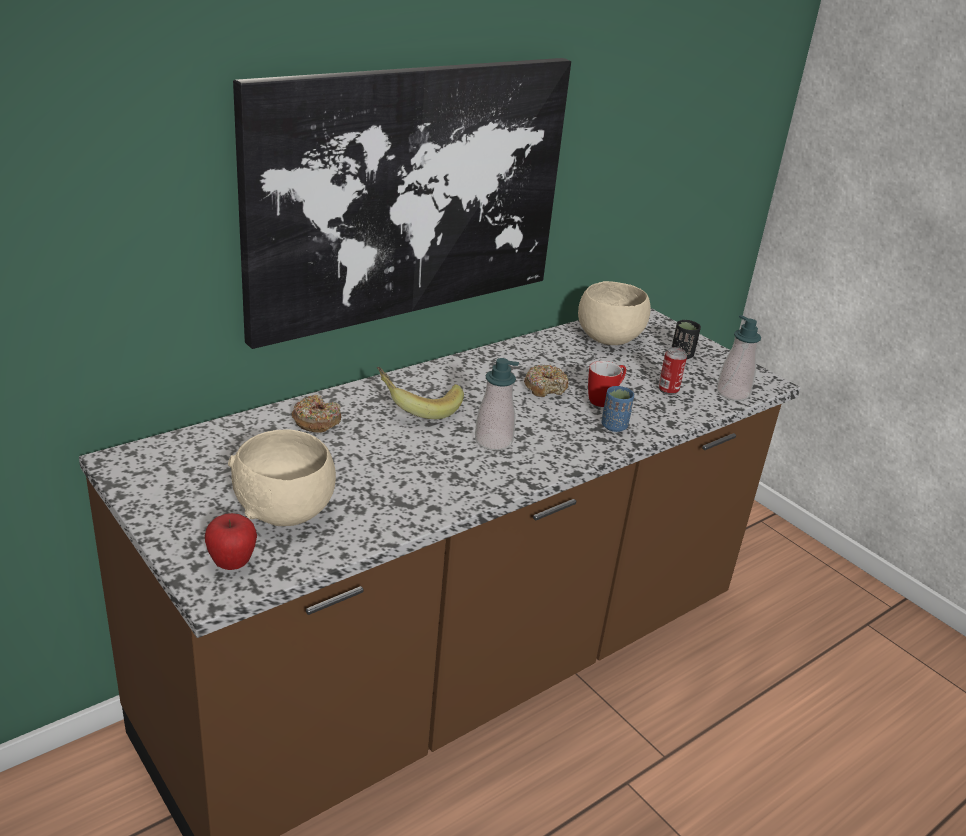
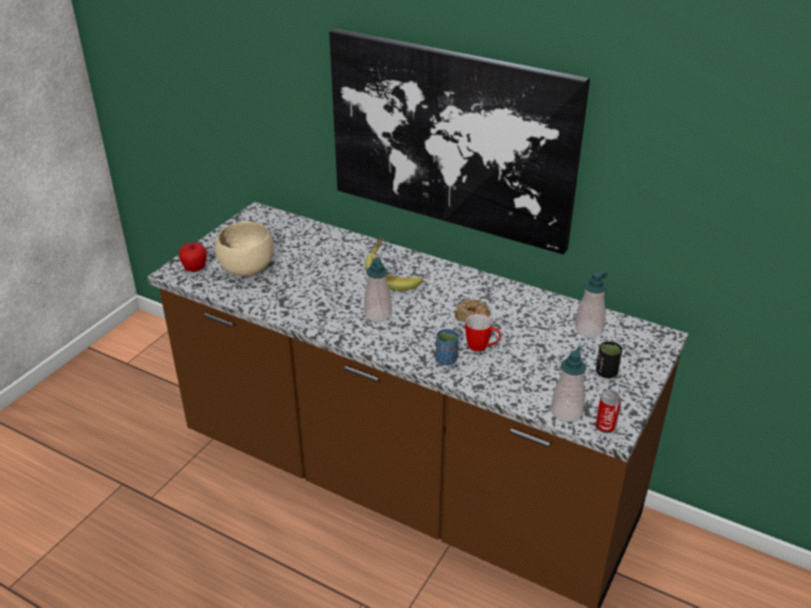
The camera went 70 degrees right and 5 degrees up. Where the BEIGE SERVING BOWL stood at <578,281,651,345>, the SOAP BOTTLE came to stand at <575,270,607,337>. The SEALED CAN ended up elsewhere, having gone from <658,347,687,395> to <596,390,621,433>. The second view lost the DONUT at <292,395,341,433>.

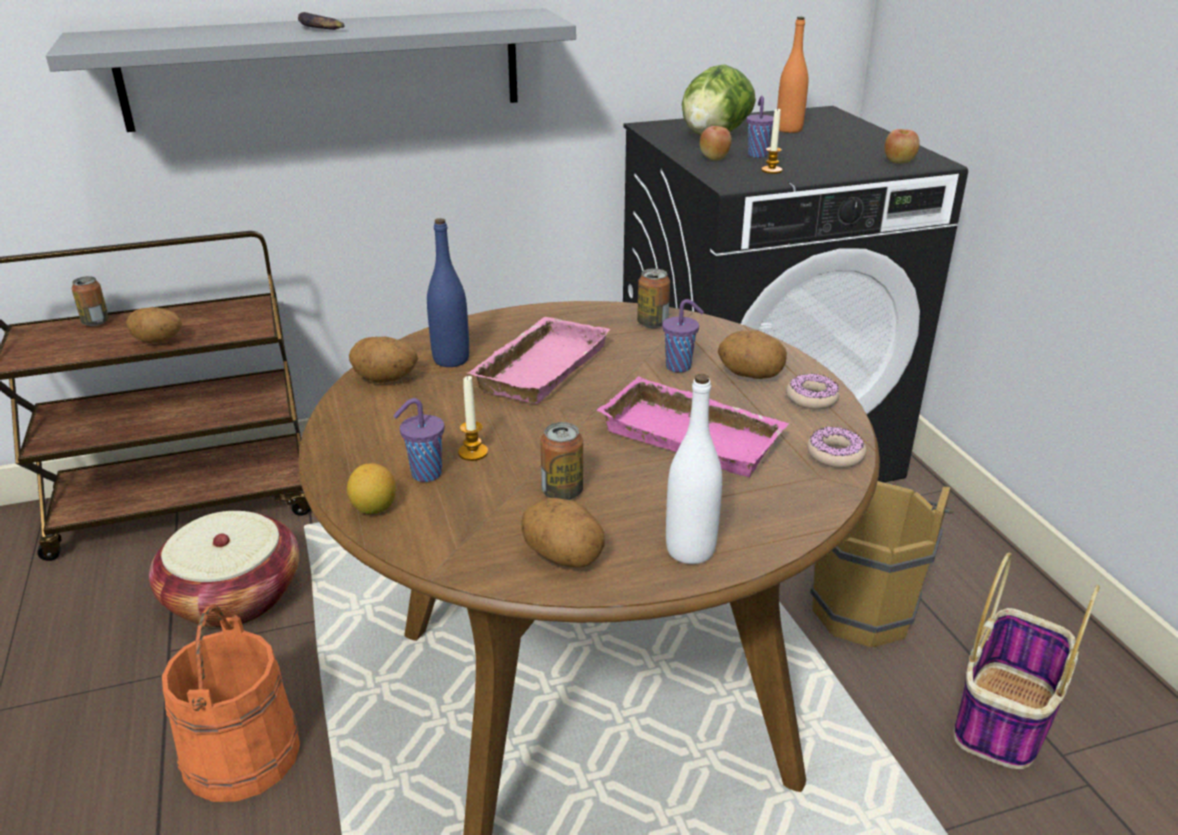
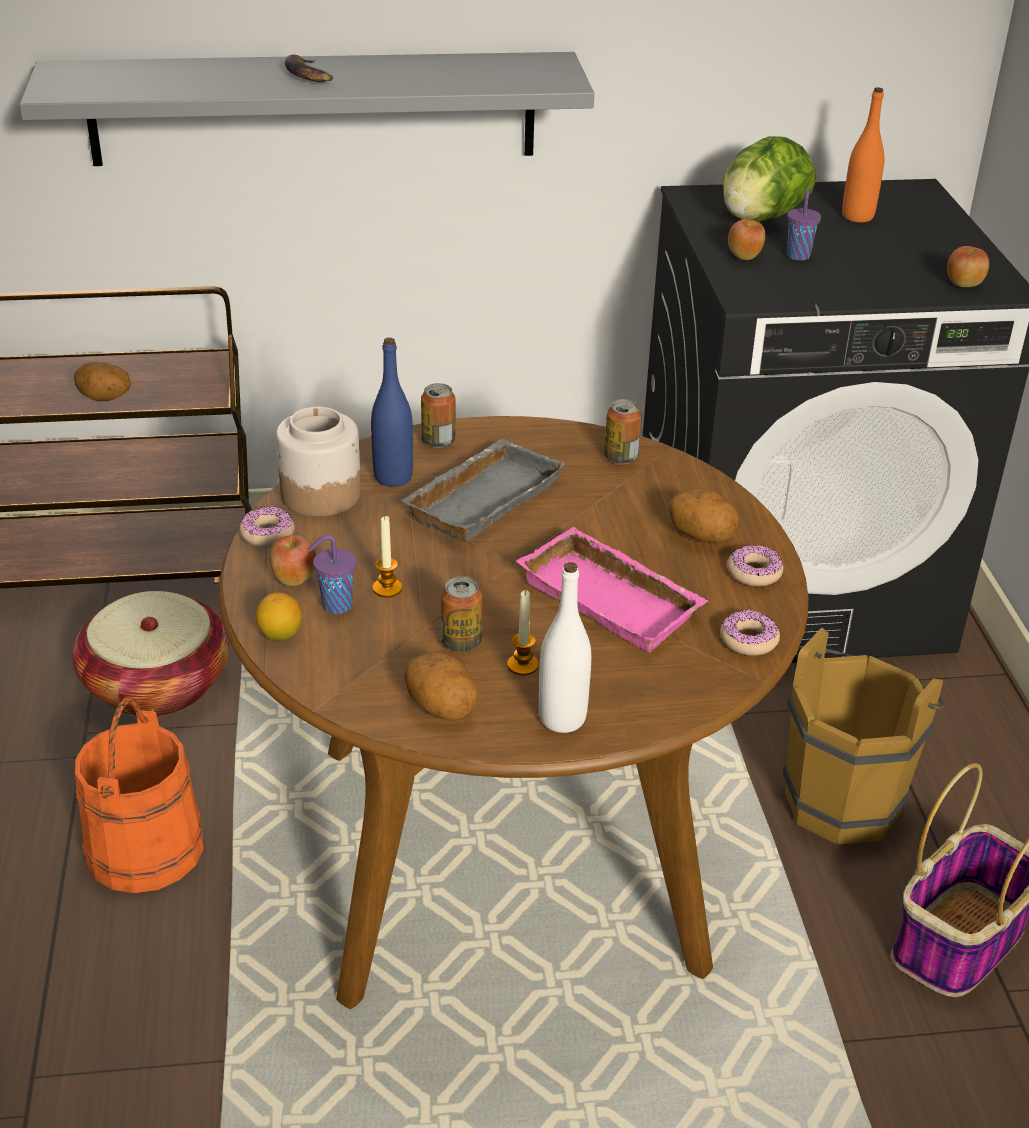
The camera went 10 degrees right and 5 degrees up. The second view gained the DONUT at <239,506,295,547>. The second view gained the WHOLE APPLE at <270,535,316,586>. Where the SPUD stood at <349,337,418,383>, the PRESERVE JAR came to stand at <276,407,361,517>. What was the PINKISH SERVING TRAY at <467,317,611,404> turned into the GREY SERVING TRAY at <400,439,566,542>. The SEALED CAN ended up elsewhere, having gone from <72,276,109,326> to <421,383,455,448>. The CANDLE ended up elsewhere, having gone from <761,109,782,174> to <507,590,539,675>. The second view lost the PURPLISH CUP at <662,299,704,372>.

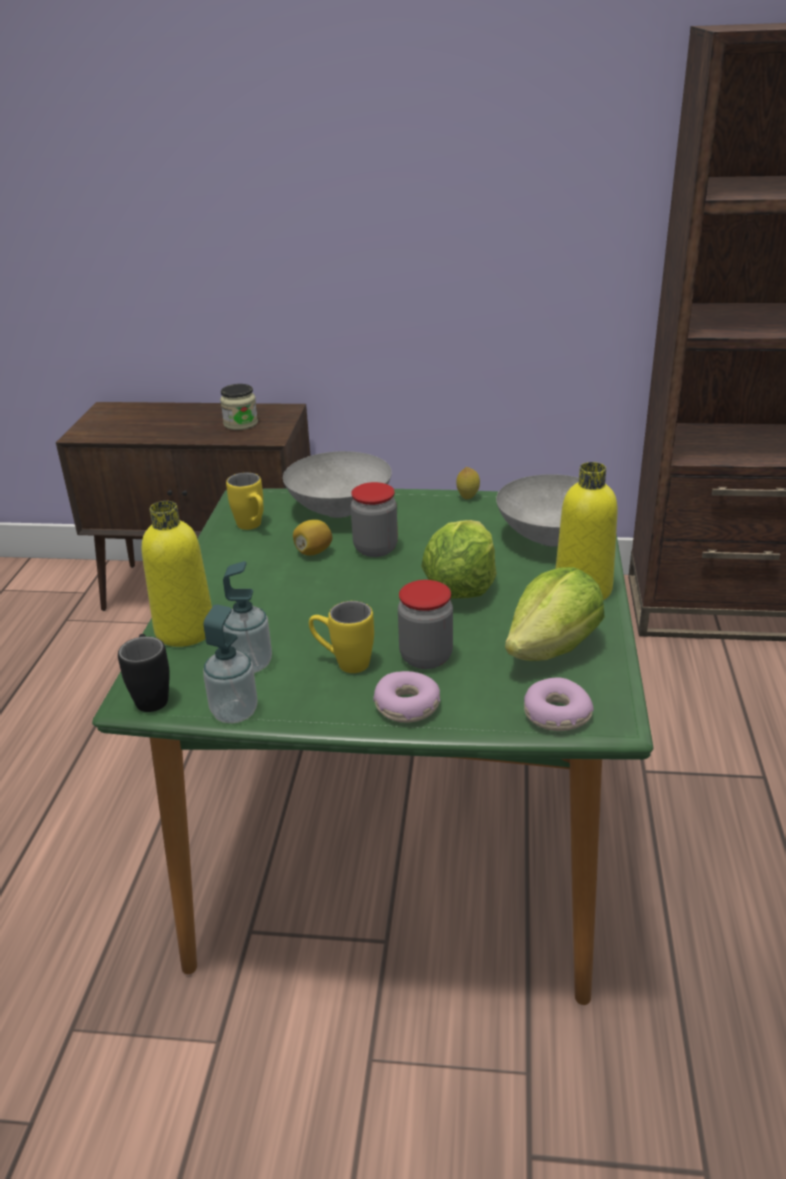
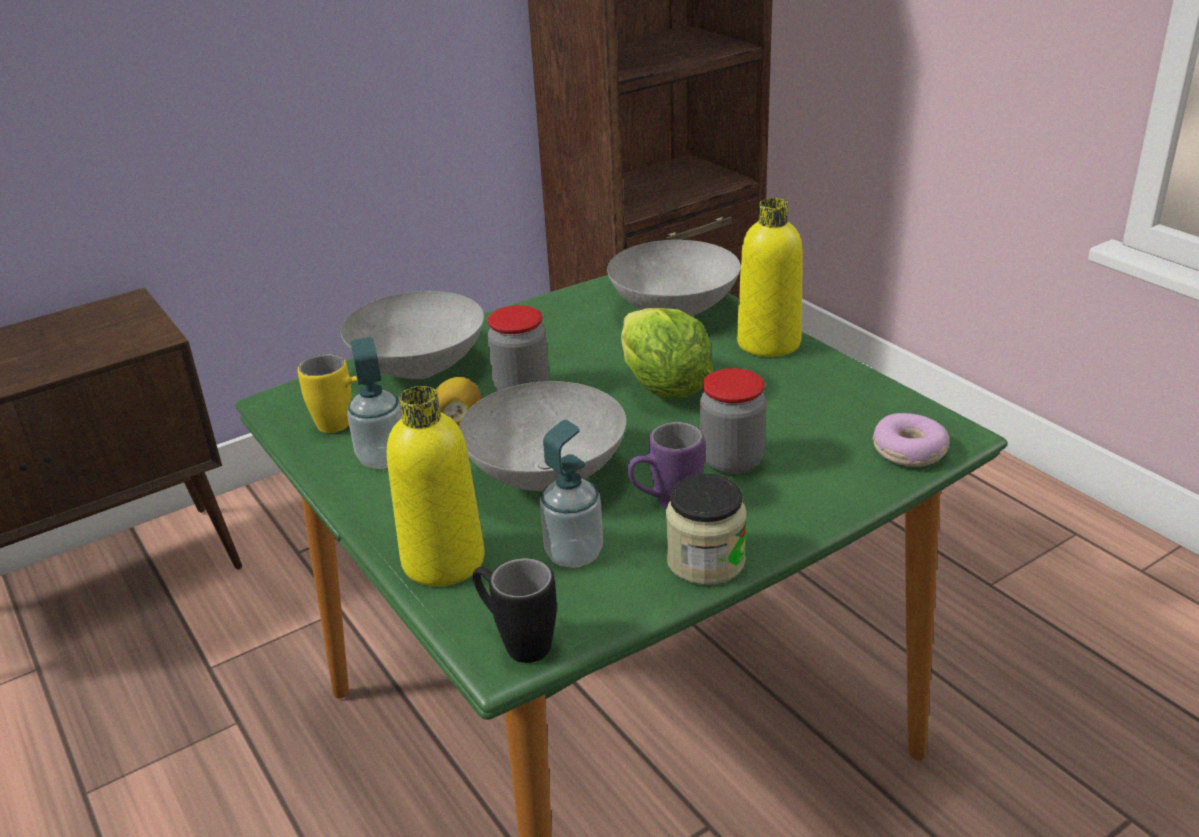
The camera went 40 degrees left and 0 degrees up. The SOAP BOTTLE ended up elsewhere, having gone from <203,604,258,724> to <347,337,402,469>. The second view gained the GREY SERVING BOWL at <459,381,626,491>. What was the YELLOW-COLOURED COFFEE MUG at <309,601,374,673> turned into the PURPLISH COFFEE MUG at <627,422,705,509>. The PRESERVE JAR ended up elsewhere, having gone from <220,384,258,430> to <666,474,747,585>. The second view lost the DONUT at <373,671,440,723>. The second view lost the WHOLE LEMON at <456,467,480,499>. The second view lost the LETTUCE HEAD at <505,567,605,661>.

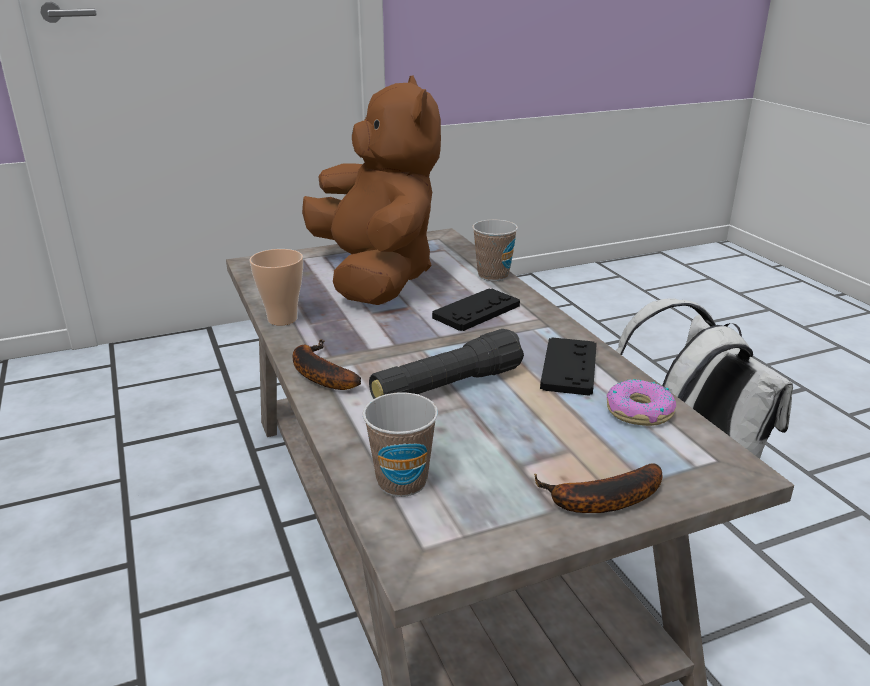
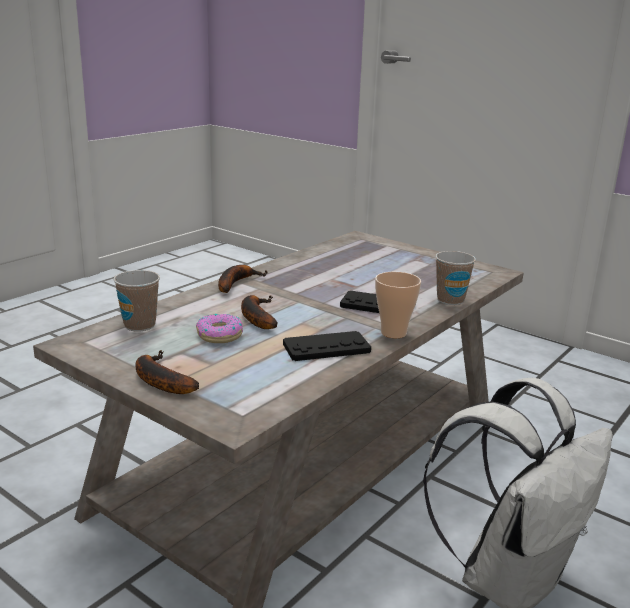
The camera went 60 degrees right and 5 degrees down. The DONUT ended up elsewhere, having gone from <607,379,676,426> to <196,314,243,343>. Where the BLACK HAND TORCH stood at <369,329,524,399>, the WHOLE BANANA came to stand at <241,295,278,329>. The CUP ended up elsewhere, having gone from <249,249,303,325> to <375,272,421,338>. The second view lost the BROWNISH SOFT TOY at <302,76,441,305>.

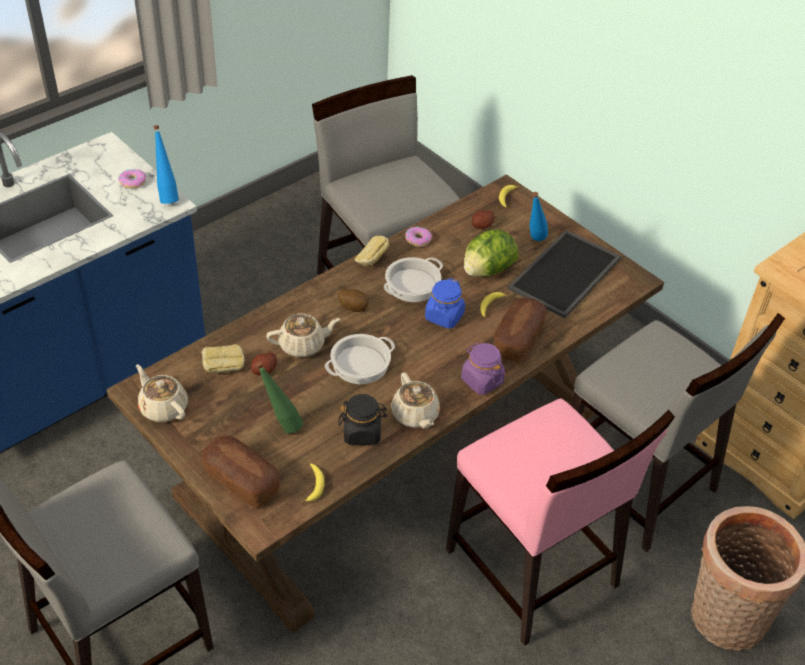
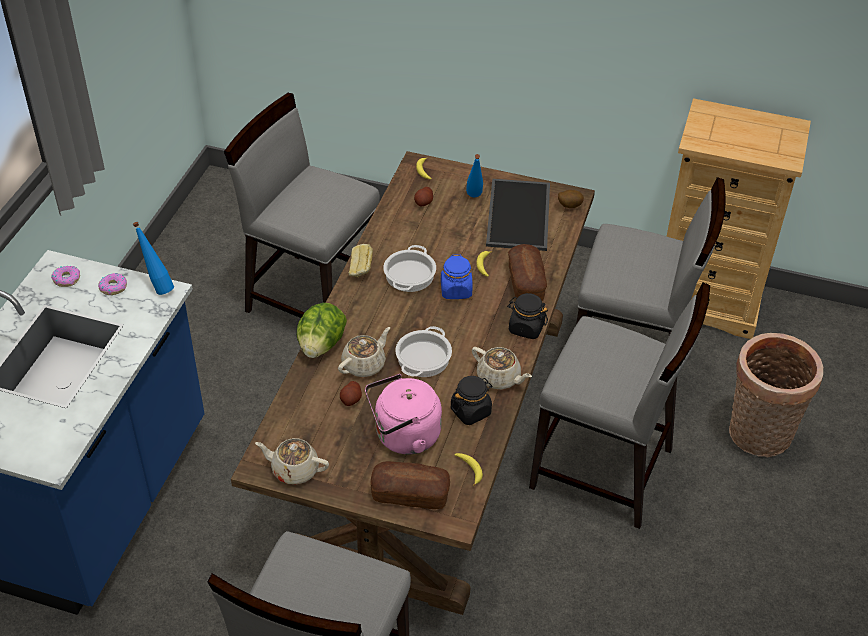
The camera went 30 degrees left and 0 degrees up. The DONUT ended up elsewhere, having gone from <405,226,432,247> to <51,266,80,287>. The LETTUCE HEAD ended up elsewhere, having gone from <464,229,519,277> to <296,303,347,358>. Where the GREENISH BOTTLE stood at <256,362,303,434>, the PINKISH WATER KETTLE came to stand at <365,374,442,454>. What was the PURPLISH PRESERVE JAR at <461,343,505,395> turned into the BLACK PRESERVE JAR at <507,293,548,339>. What was the PINKISH CHAIR at <446,398,675,646> turned into the GREY CHAIR at <529,282,710,529>. The SPUD ended up elsewhere, having gone from <338,288,369,312> to <558,190,584,208>. The second view lost the BAKERY BREAD at <201,344,244,373>.

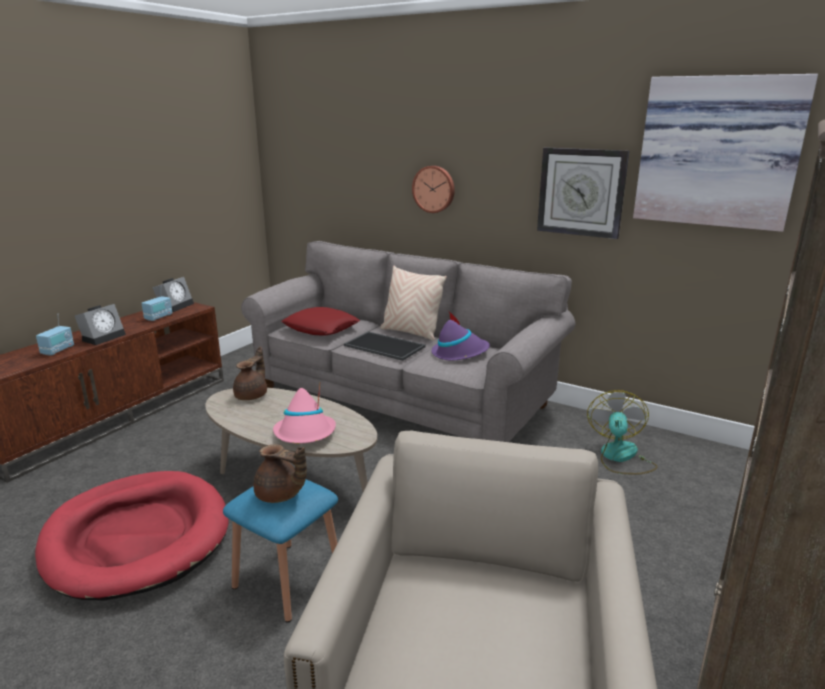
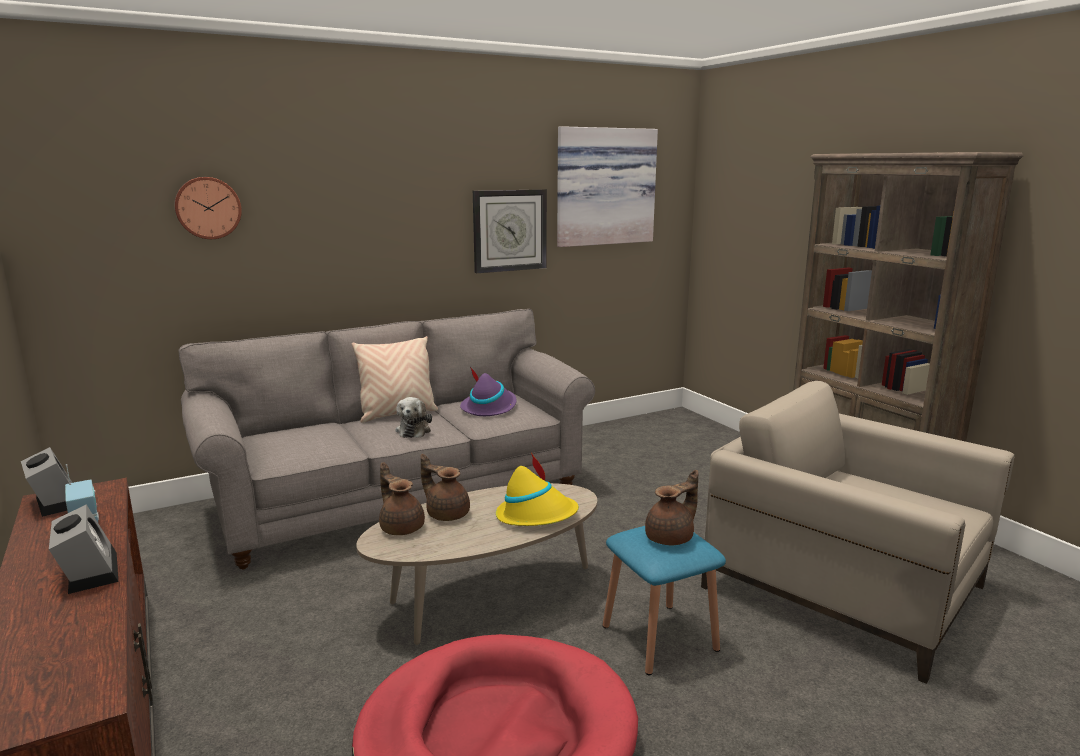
The camera went 60 degrees left and 5 degrees down. The HANGING CLOCK ended up elsewhere, having gone from <412,165,455,213> to <174,177,242,239>. Where the SERVING TRAY stood at <344,331,426,361>, the SOFT TOY came to stand at <396,397,432,438>. The second view gained the BROWNISH TEA POT at <421,454,470,521>. What was the PINKISH HAT at <273,385,336,443> turned into the YELLOW-COLOURED HAT at <496,453,579,526>. The second view lost the RADIO SET at <36,314,74,356>. The second view lost the RED THROW PILLOW at <282,307,360,336>. The second view lost the ELECTRIC FAN at <587,390,657,475>.

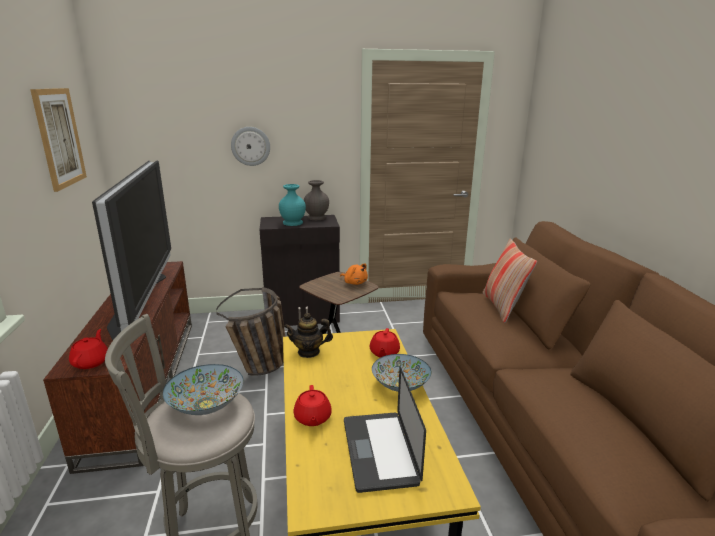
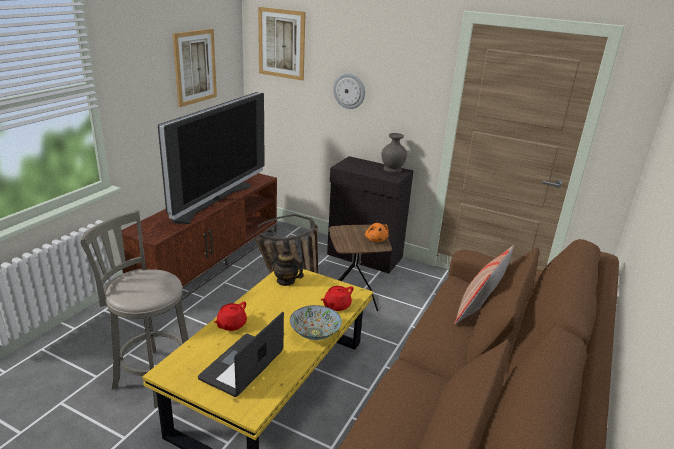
The camera went 35 degrees right and 5 degrees up. The second view gained the WALL ART at <258,7,306,81>. The second view lost the RED TEA POT at <69,329,108,369>. The second view lost the SERVING BOWL at <162,364,243,415>. The second view lost the TURQUOISE FLOWER VASE at <279,184,306,226>.

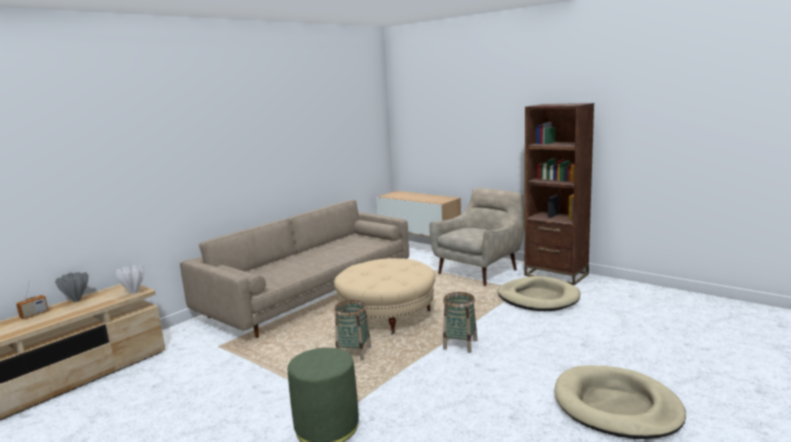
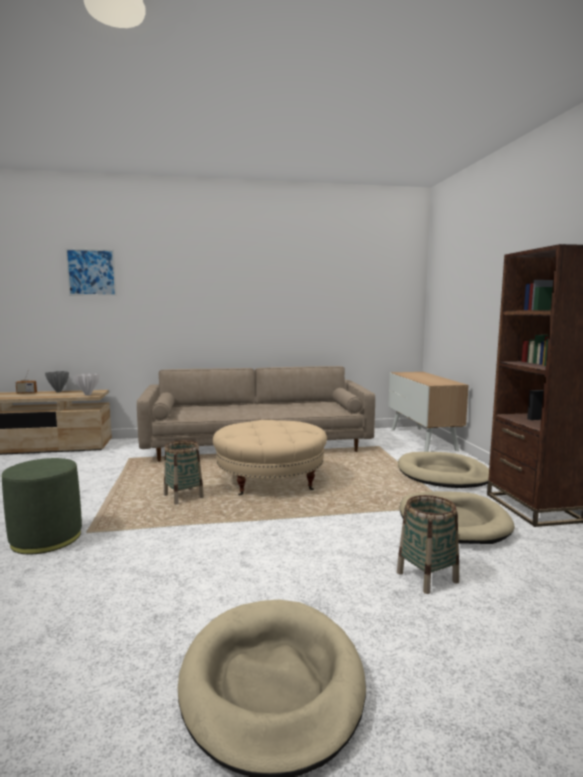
The camera went 40 degrees right and 5 degrees down. The second view gained the WALL ART at <65,248,117,296>. The STORAGE BASKET ended up elsewhere, having gone from <443,292,478,353> to <397,495,459,594>. Where the BEIGE ARMCHAIR stood at <429,188,525,286>, the BEIGE DOG BED came to stand at <398,452,489,488>.

